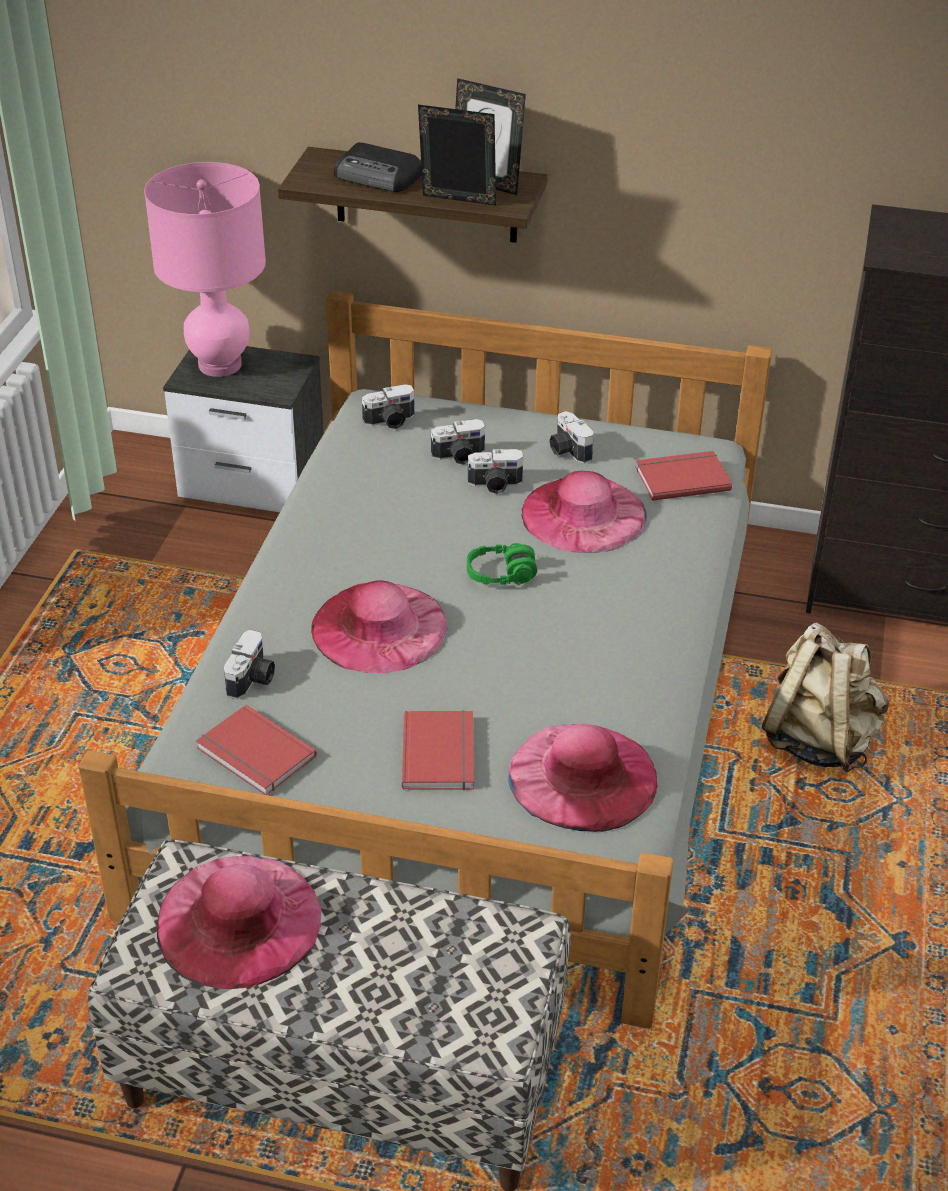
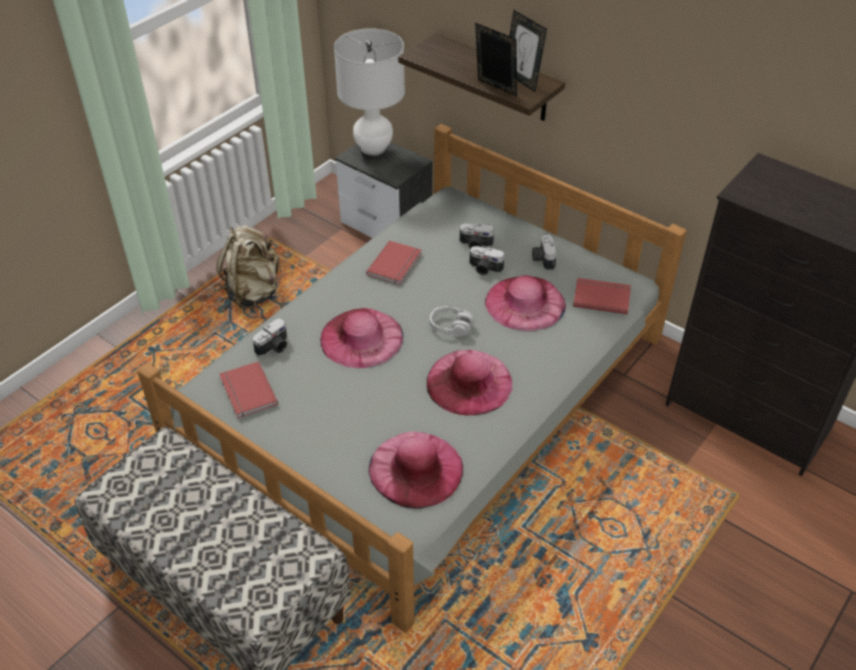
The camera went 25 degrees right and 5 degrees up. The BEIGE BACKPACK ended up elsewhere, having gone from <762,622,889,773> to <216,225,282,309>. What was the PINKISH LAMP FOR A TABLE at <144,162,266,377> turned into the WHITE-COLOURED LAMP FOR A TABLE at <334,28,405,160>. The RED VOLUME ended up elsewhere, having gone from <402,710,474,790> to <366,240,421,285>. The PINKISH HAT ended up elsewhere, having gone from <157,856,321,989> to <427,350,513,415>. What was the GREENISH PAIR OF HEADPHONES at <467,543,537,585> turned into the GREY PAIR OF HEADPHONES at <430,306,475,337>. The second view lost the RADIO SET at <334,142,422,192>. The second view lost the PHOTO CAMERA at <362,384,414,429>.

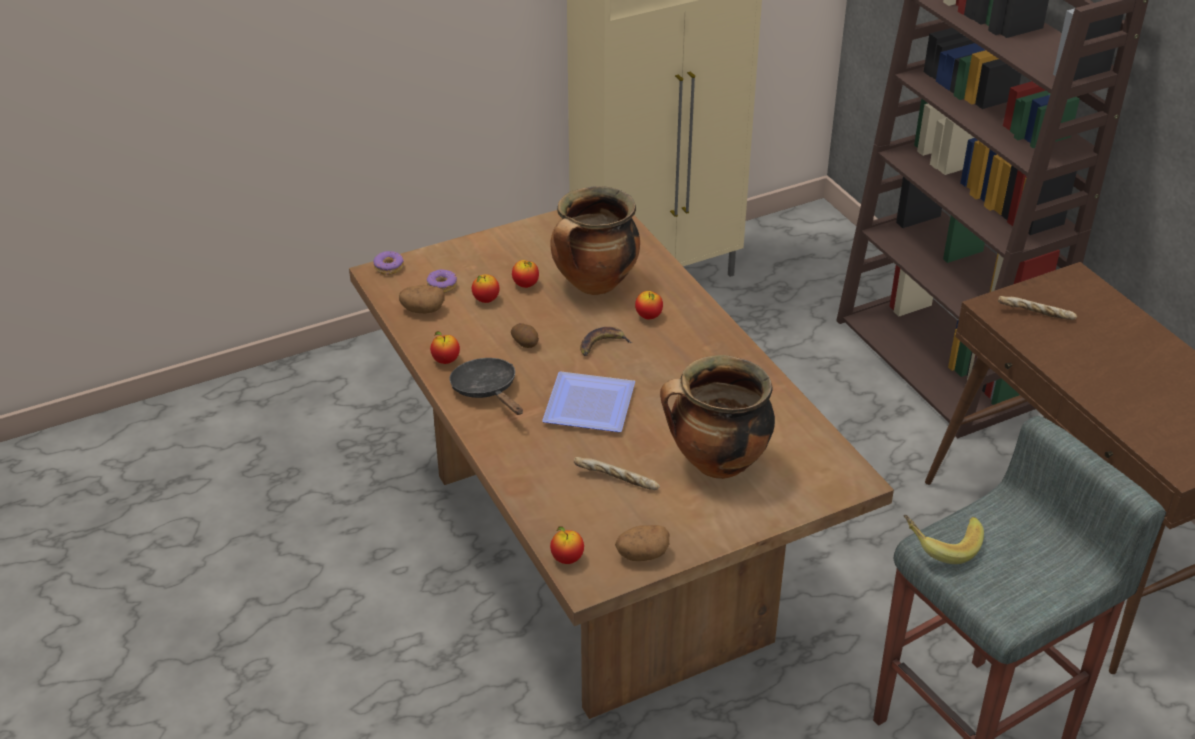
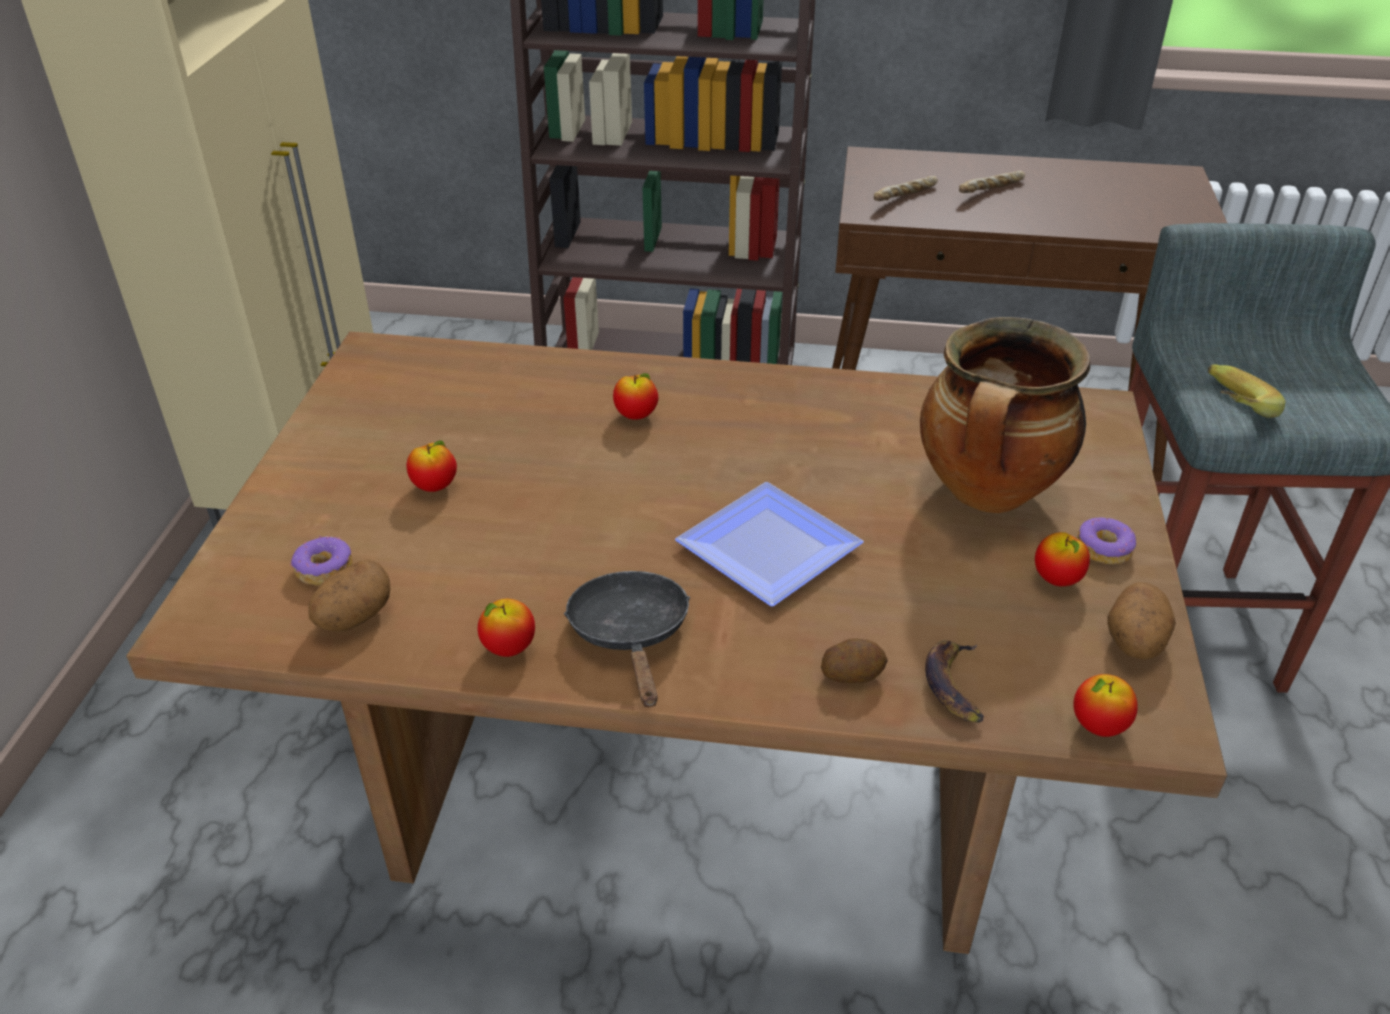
The camera went 55 degrees left and 0 degrees up. The BLACK PAN at <449,358,523,415> ended up facing another way, 75 degrees clockwise from before. The SPUD ended up elsewhere, having gone from <511,323,539,348> to <821,639,888,683>. The WHOLE BANANA ended up elsewhere, having gone from <580,327,633,356> to <925,640,984,723>. The BAKERY BREAD ended up elsewhere, having gone from <574,457,660,490> to <959,171,1025,193>. The WHOLE APPLE ended up elsewhere, having gone from <472,274,500,303> to <1035,532,1090,587>. The DONUT ended up elsewhere, having gone from <373,251,404,275> to <1077,518,1136,565>. The second view lost the COOKING POT at <550,186,640,295>.

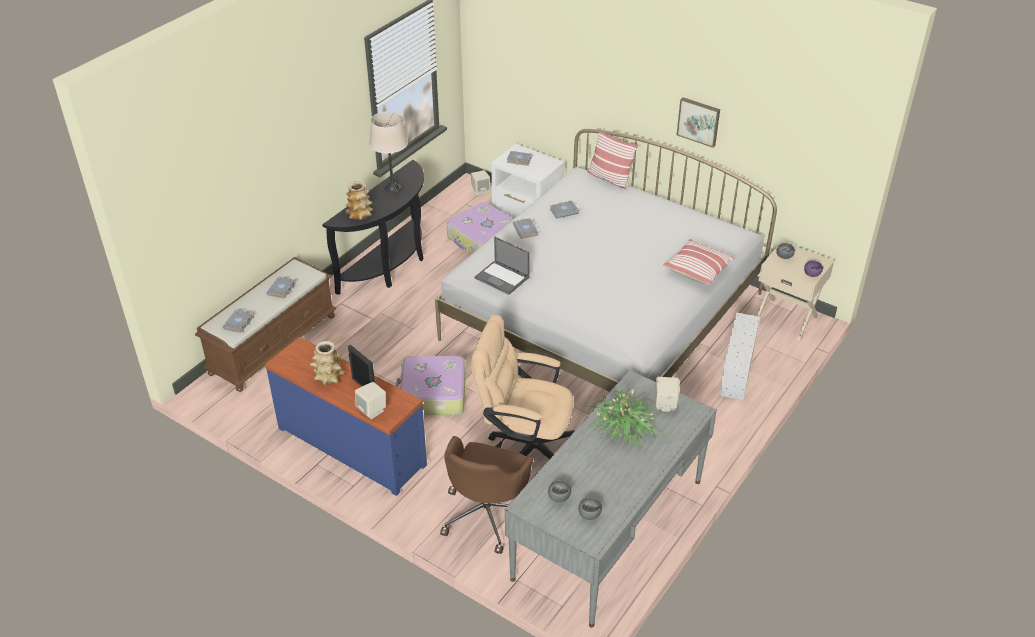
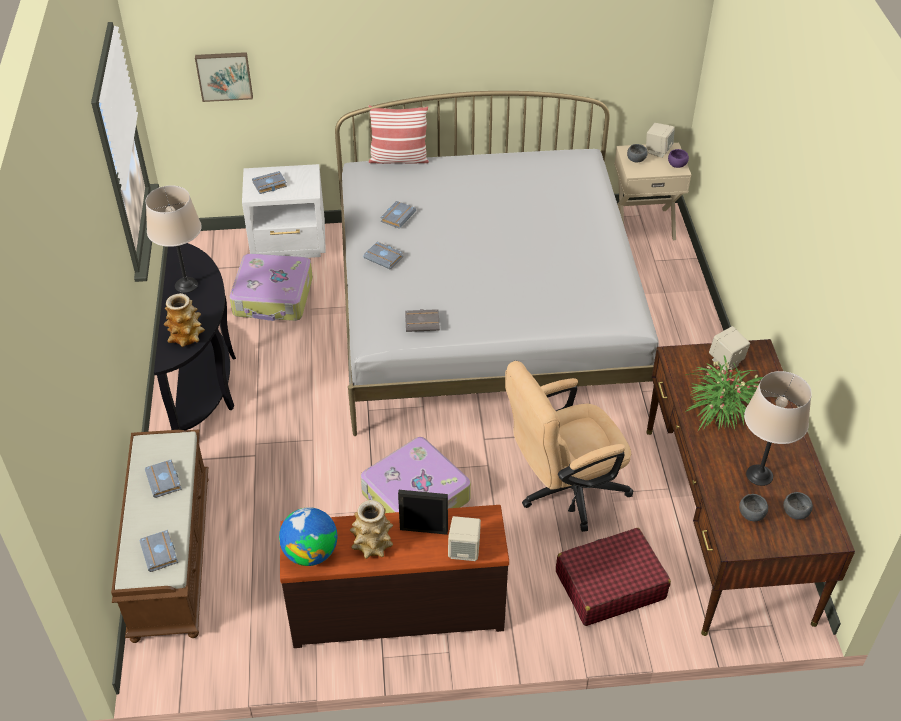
The camera went 40 degrees left and 5 degrees up. The WALL ART ended up elsewhere, having gone from <677,97,720,148> to <195,52,253,102>. The second view gained the DESK GLOBE at <279,507,337,566>. What was the BLUE DRESSER at <265,337,427,496> turned into the BROWNISH DRESSER at <280,505,509,648>. Where the PORTABLE COMPUTER stood at <475,237,530,295>, the GREY VOLUME came to stand at <405,309,440,332>. Where the BROWNISH OFFICE CHAIR stood at <440,436,534,554>, the RED TRAVEL CASE came to stand at <556,528,671,626>. The BEIGE AUDIO SPEAKER ended up elsewhere, having gone from <471,170,491,195> to <646,123,675,158>. What was the GREY DESK TABLE at <505,370,717,627> turned into the BROWNISH DESK TABLE at <646,339,855,636>. The second view gained the BEIGE LAMP FOR A TABLE at <744,371,812,486>. The second view lost the THROW PILLOW at <663,239,735,285>. The second view lost the WHITE-COLOURED STORAGE BIN at <719,312,760,400>.

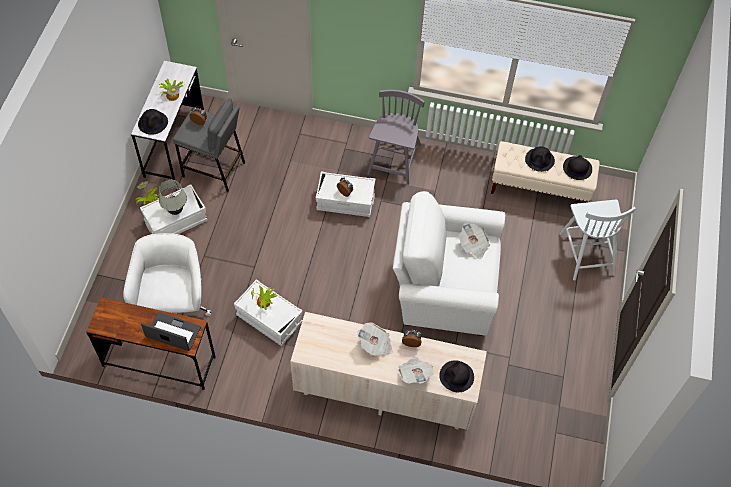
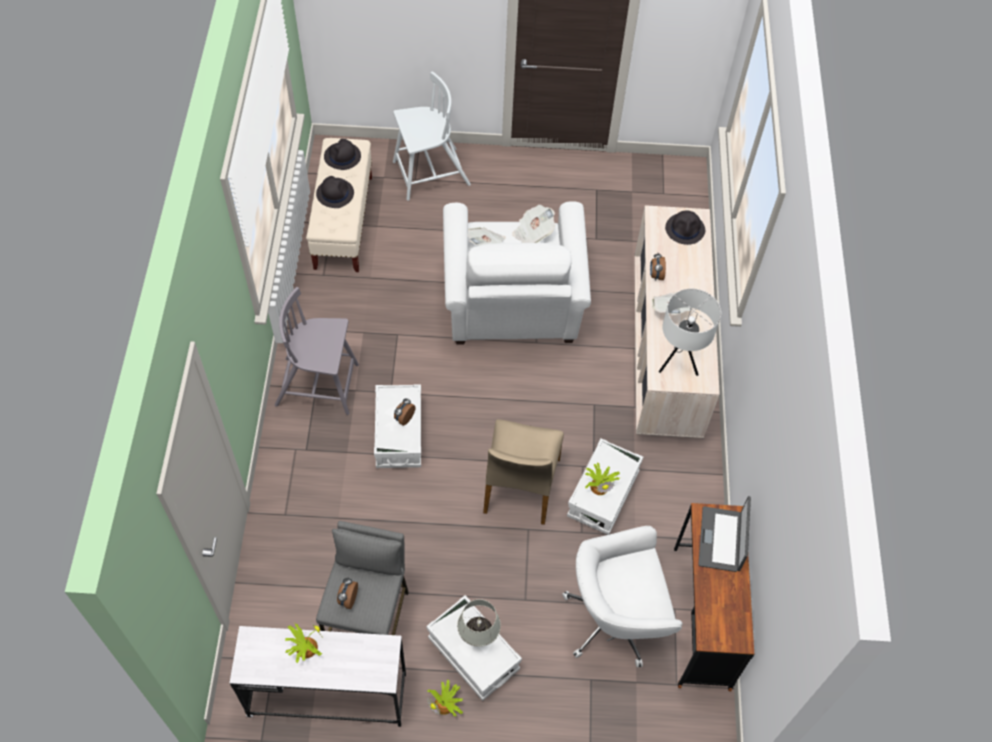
The camera went 100 degrees left and 0 degrees up. The second view gained the BEIGE CHAIR at <483,419,564,525>. The PRINTED PAPER ended up elsewhere, having gone from <398,357,434,384> to <512,205,555,243>. The second view gained the WHITE-COLOURED LAMP FOR A TABLE at <659,289,721,376>. The second view lost the BLACK HAT at <138,109,168,135>.

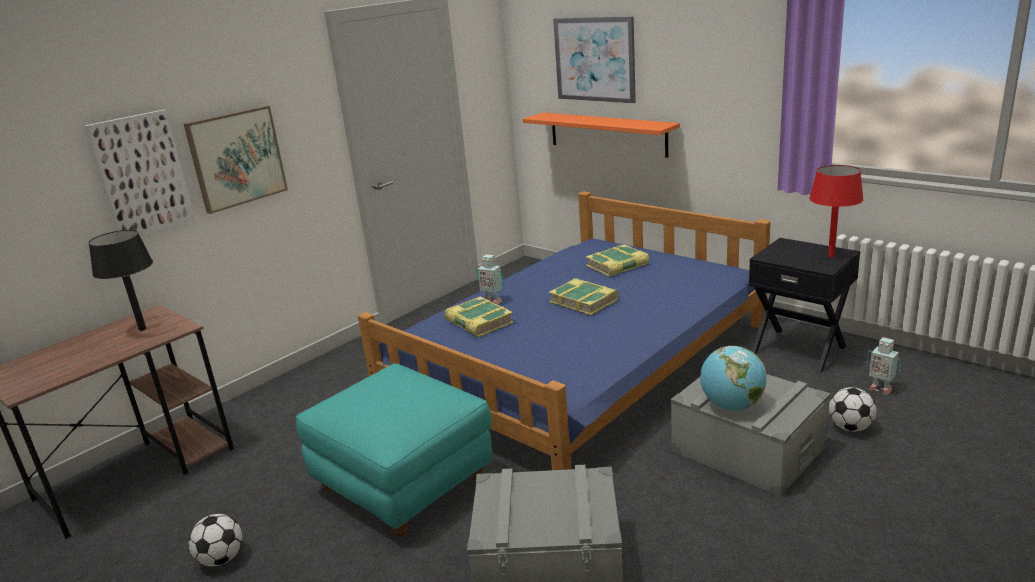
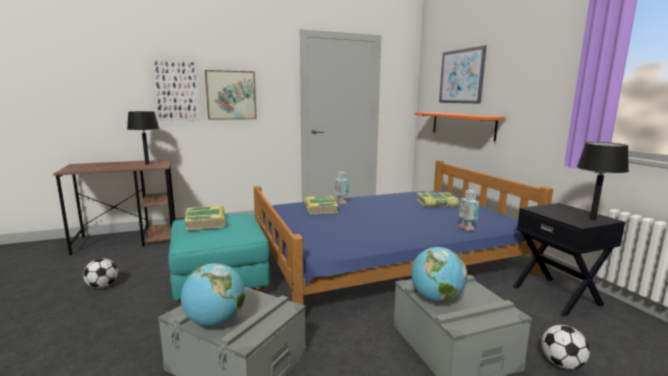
The camera went 25 degrees right and 10 degrees down. The second view gained the DESK GLOBE at <181,263,245,327>. The VOLUME ended up elsewhere, having gone from <549,278,619,315> to <185,205,226,231>. The TOY ROBOT ended up elsewhere, having gone from <866,337,901,395> to <458,190,479,231>. What was the RED LAMP FOR A TABLE at <809,165,863,258> turned into the BLACK LAMP FOR A TABLE at <577,142,629,220>.

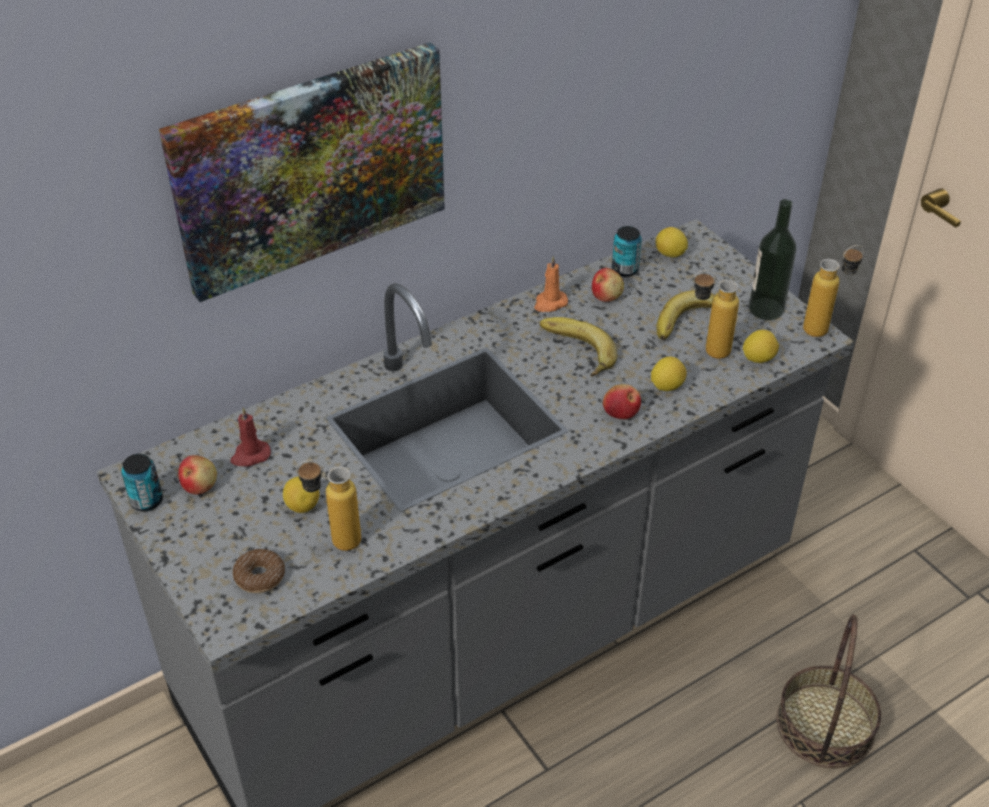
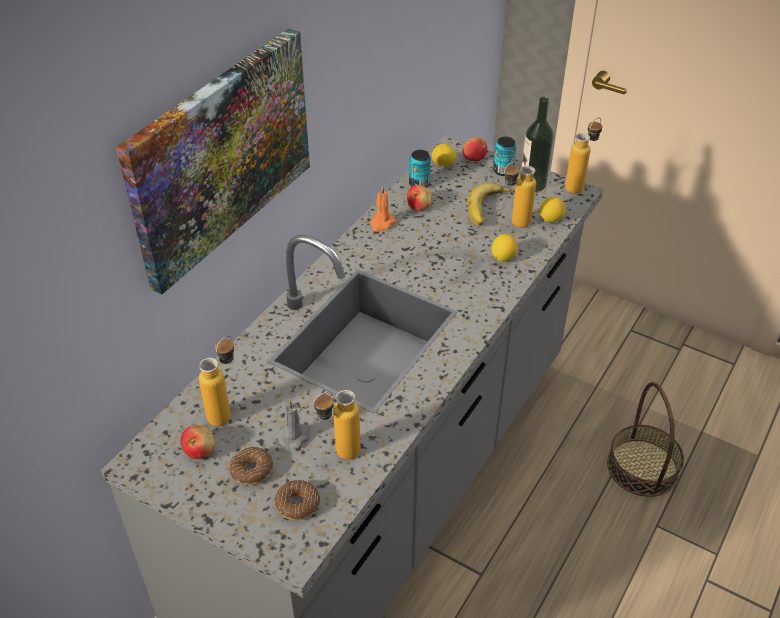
The camera went 25 degrees left and 0 degrees up. Where the RED CANDLE stood at <230,408,271,467>, the BOTTLE came to stand at <199,336,234,427>. The second view gained the DONUT at <229,447,273,485>. Where the WHOLE LEMON stood at <283,476,319,513>, the GREY CANDLE came to stand at <277,399,311,450>. The WHOLE APPLE ended up elsewhere, having gone from <603,384,641,419> to <463,137,487,161>. The SEALED CAN ended up elsewhere, having gone from <121,454,163,511> to <493,137,516,176>. The second view lost the WHOLE BANANA at <539,317,617,377>.

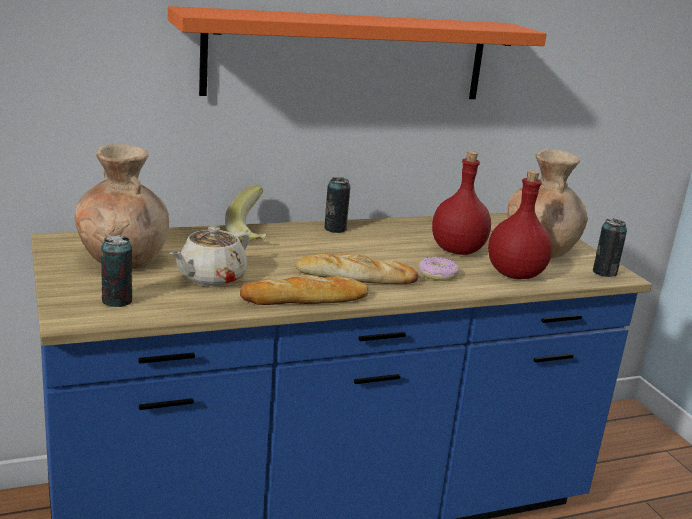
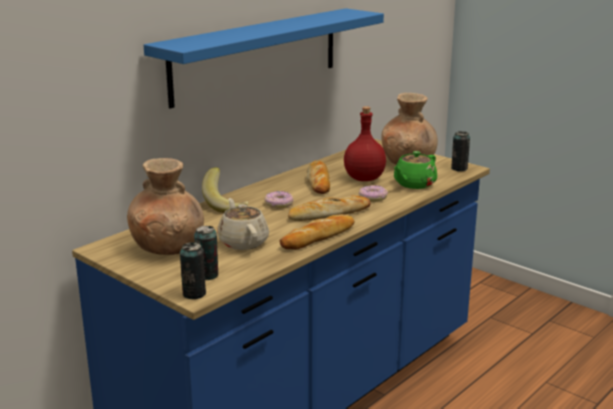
The camera went 25 degrees left and 0 degrees up. What was the ORANGE SHELF at <168,6,547,99> turned into the BLUE SHELF at <144,8,384,109>. The SEALED CAN ended up elsewhere, having gone from <324,177,350,233> to <180,242,206,299>. The BEIGE TEA POT at <170,226,249,287> ended up facing another way, 150 degrees clockwise from before. The second view gained the DONUT at <265,191,293,208>. The second view gained the BAKERY BREAD at <307,160,330,194>. Where the RED BOTTLE stood at <488,170,553,279>, the GREENISH TEA POT came to stand at <394,151,437,189>.

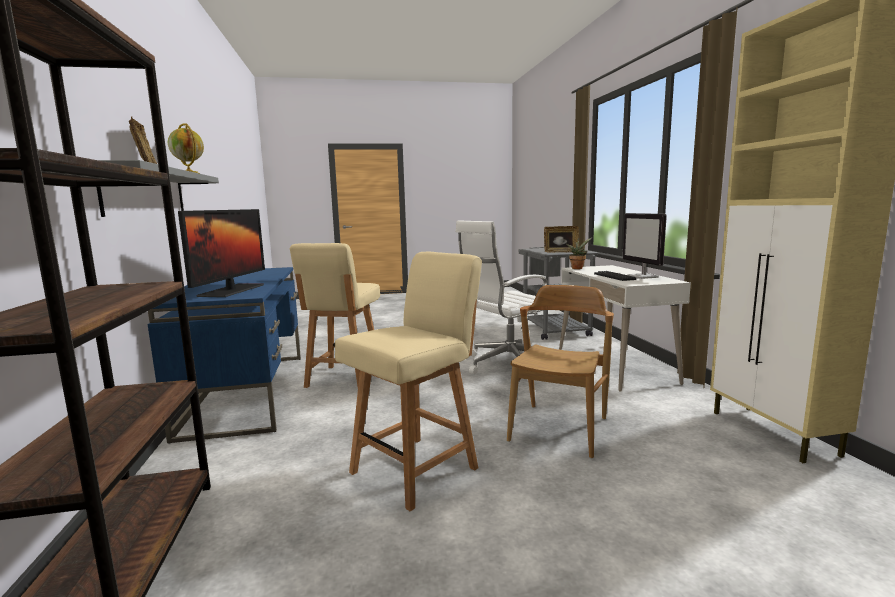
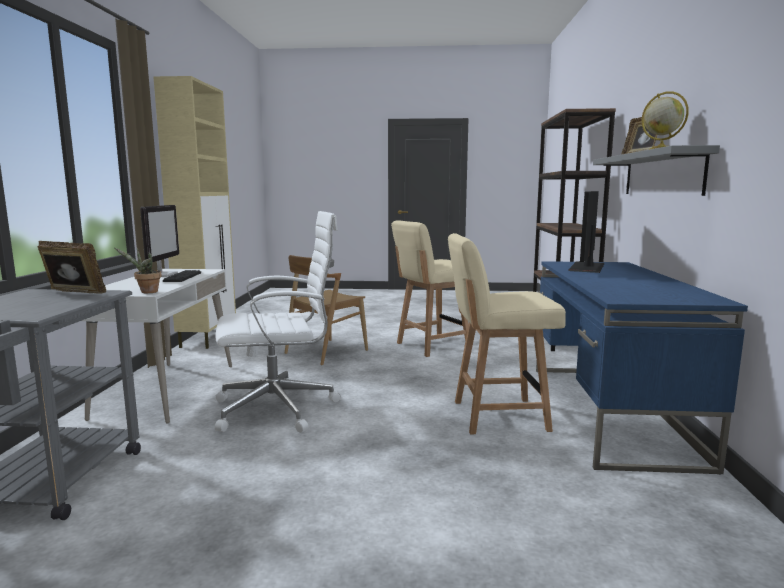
The camera went 165 degrees left and 0 degrees up. The BEIGE CHAIR at <290,243,380,388> ended up facing another way, 120 degrees counterclockwise from before.

